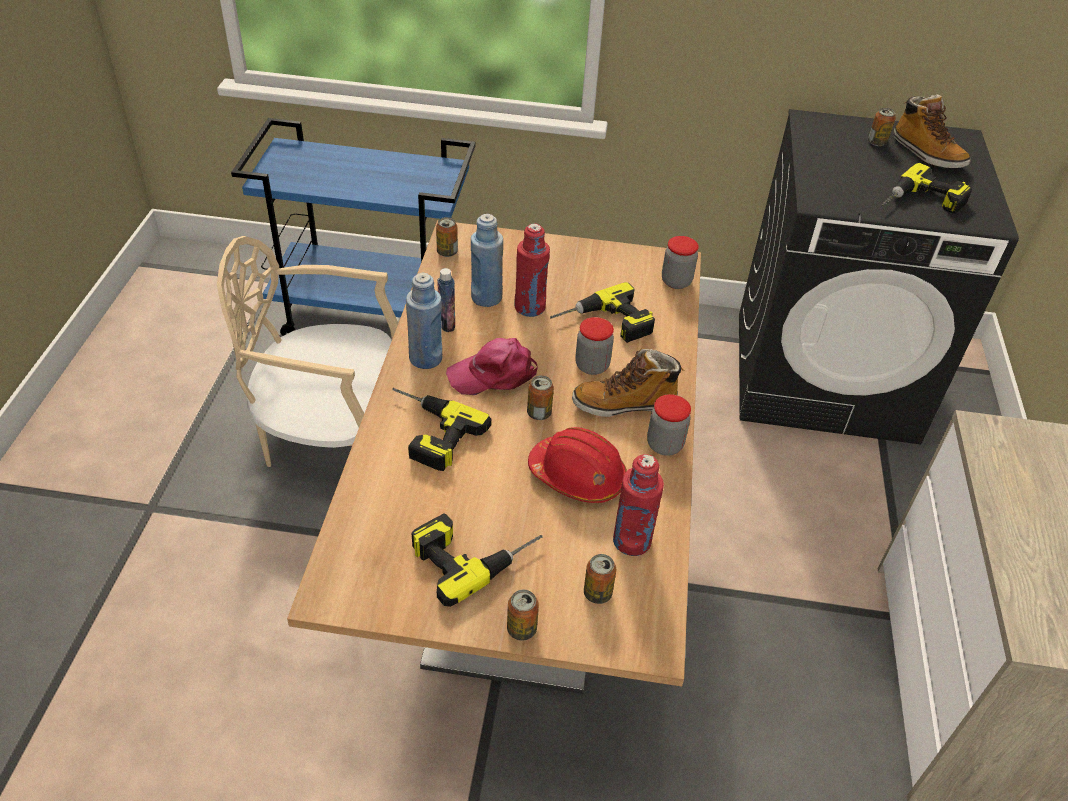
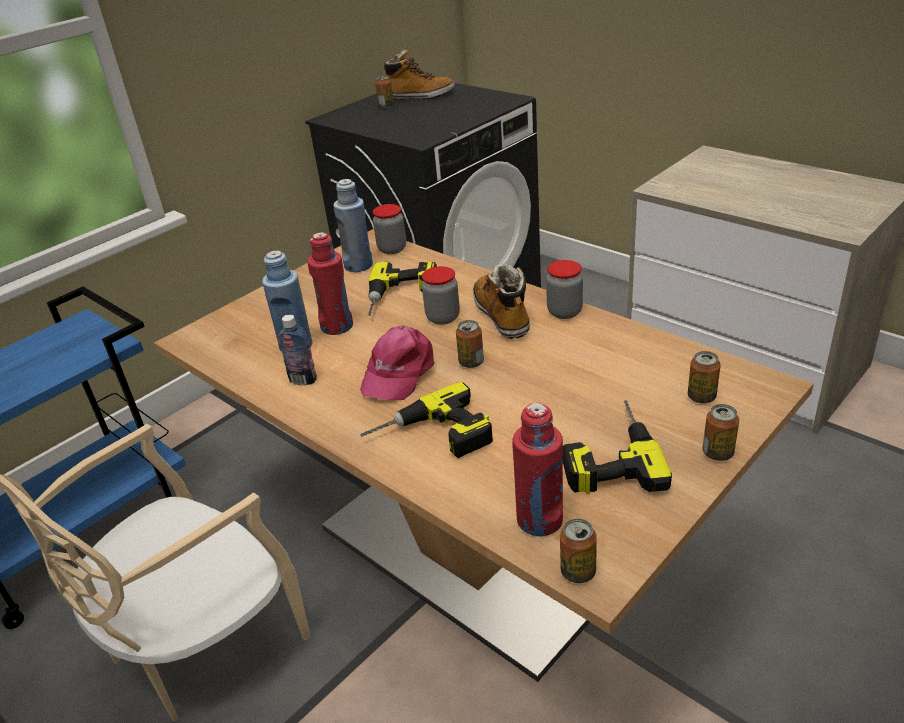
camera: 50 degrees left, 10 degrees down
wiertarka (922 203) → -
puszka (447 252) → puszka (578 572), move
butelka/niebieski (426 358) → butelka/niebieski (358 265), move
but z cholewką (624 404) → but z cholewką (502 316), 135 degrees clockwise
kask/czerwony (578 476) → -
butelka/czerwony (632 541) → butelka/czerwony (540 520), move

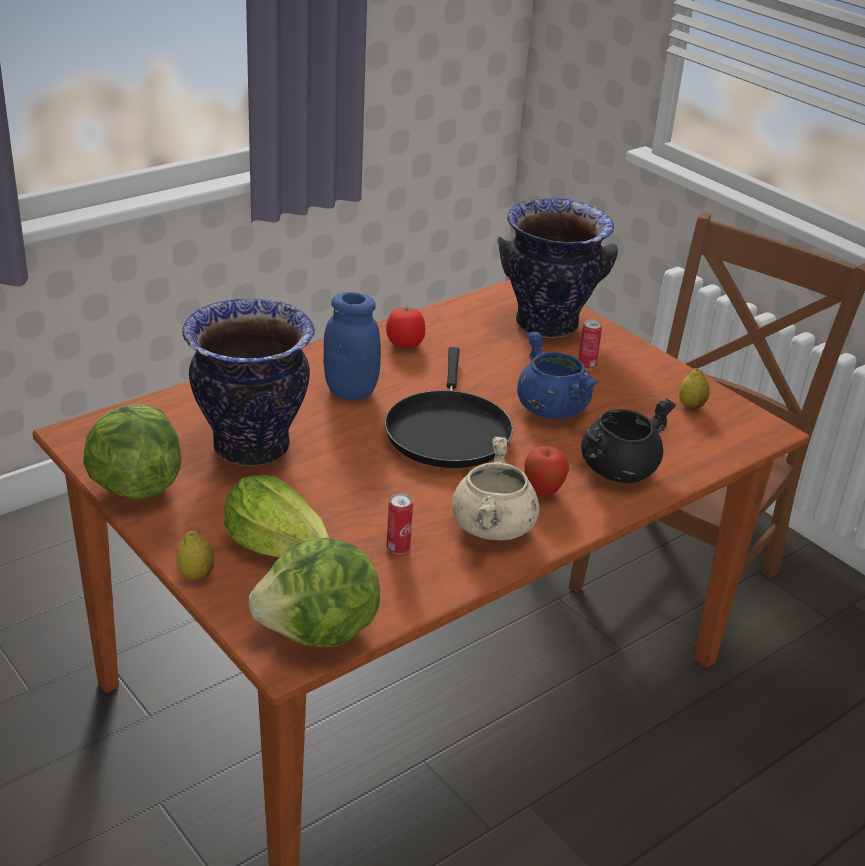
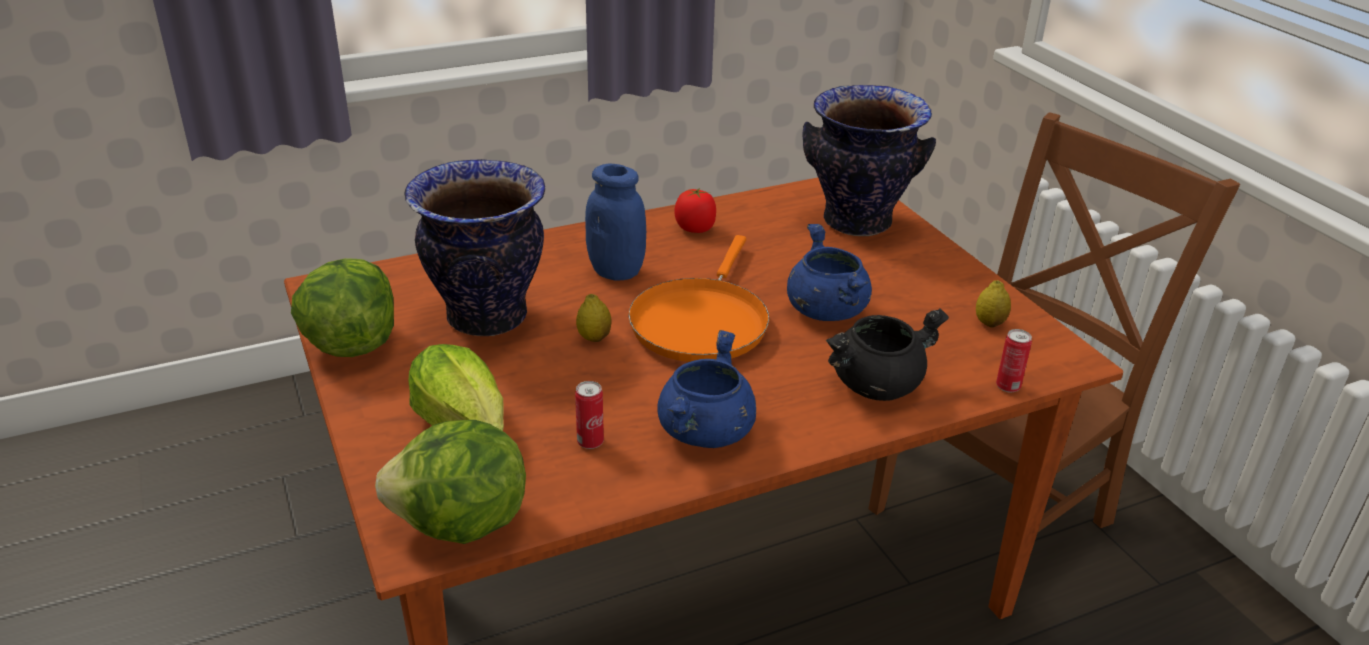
camera: 15 degrees right, 0 degrees up
puszka (586 366) → puszka (1008 387), move
patelnia/czarny (447 431) → patelnia/pomarańczowy (701 322)
garnek/beżowy (493 528) → garnek/niebieski (706 433)
jabłko (543 492) → -
cytryna (196 575) → cytryna (594 338), move

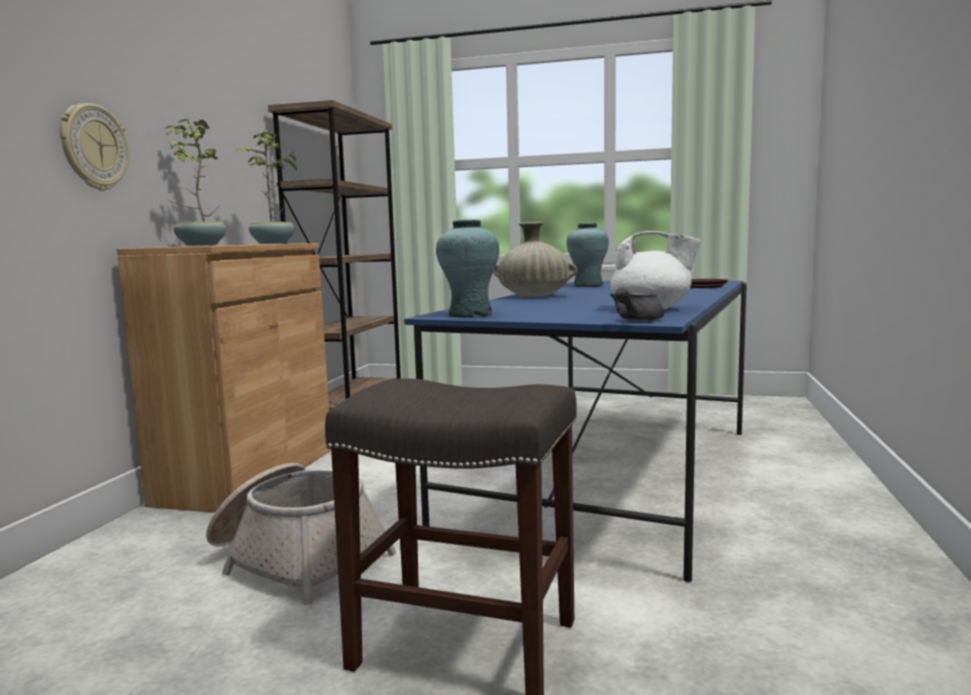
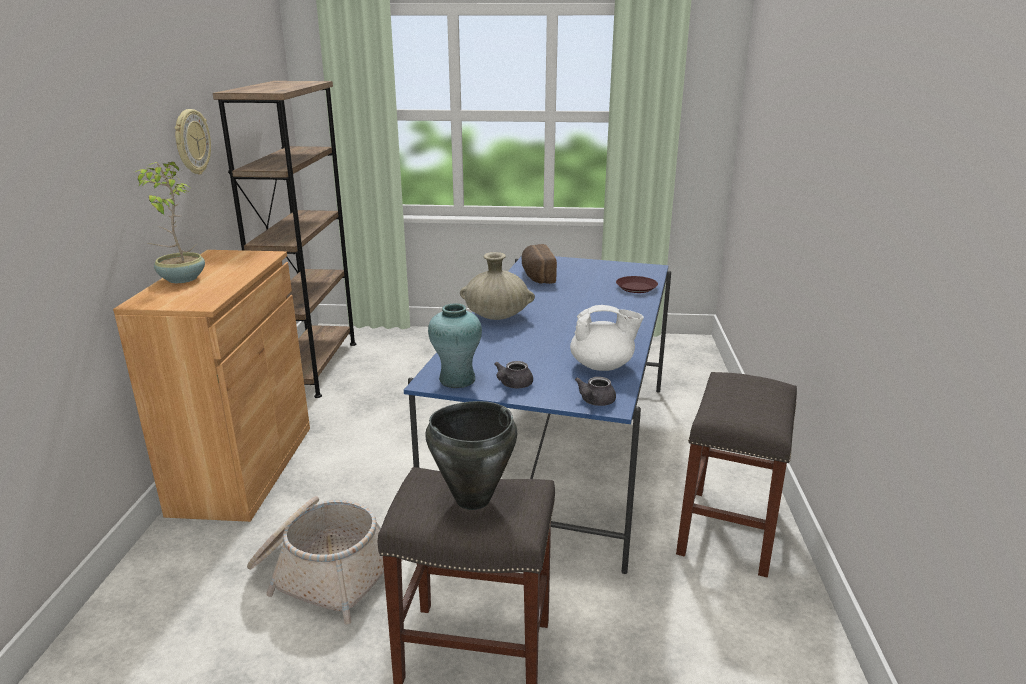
camera: 10 degrees left, 15 degrees up
zegar ścienny (93 147) → zegar ścienny (191 142), move
roślina doniczkowa (272 243) → -
wazon/turkusowy (588 285) → chleb (536 276)
- → imbryk/szary (512 385)
- → stołek/szary (728 532)
- → garnek/czarny (472 499)

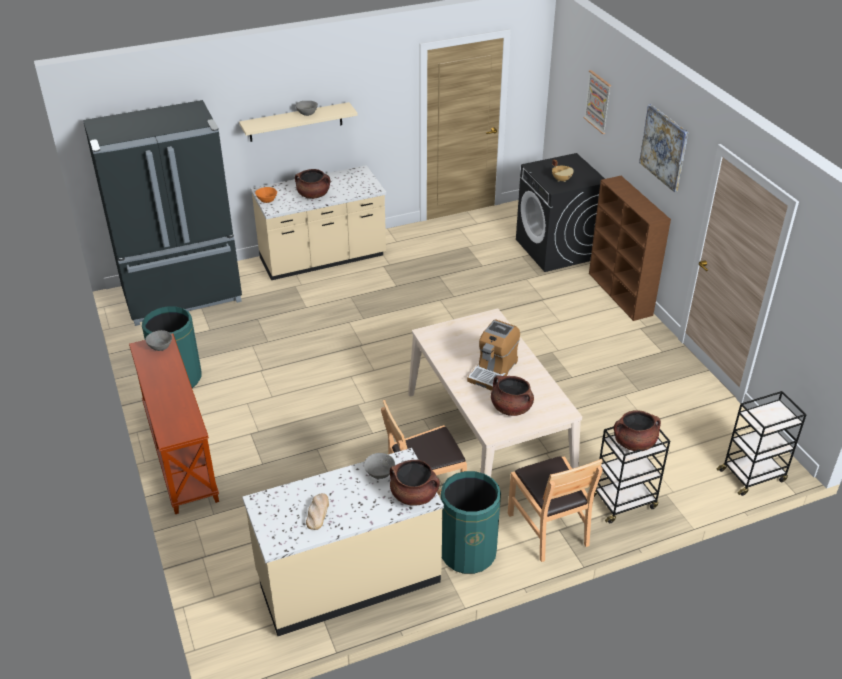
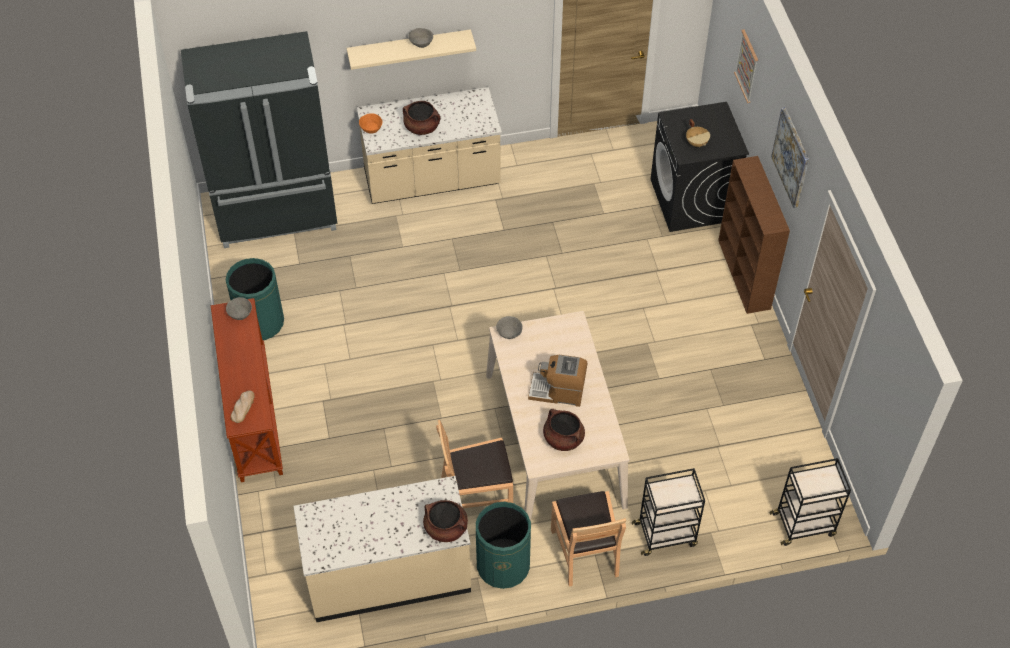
camera: 10 degrees right, 15 degrees up
ekspres do kawy (493 370) → ekspres do kawy (557 391), 60 degrees clockwise
garnek/brązowy (634 443) → -
miska/szary (379 473) → miska/szary (509 333), move
chleb (317 512) → chleb (243 407), move

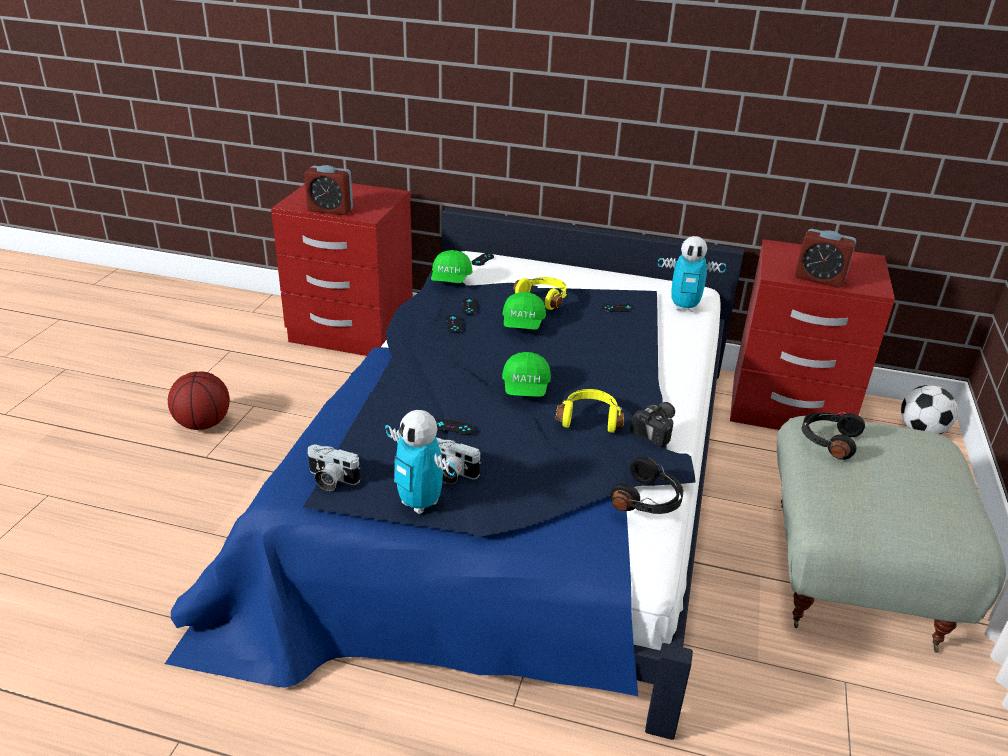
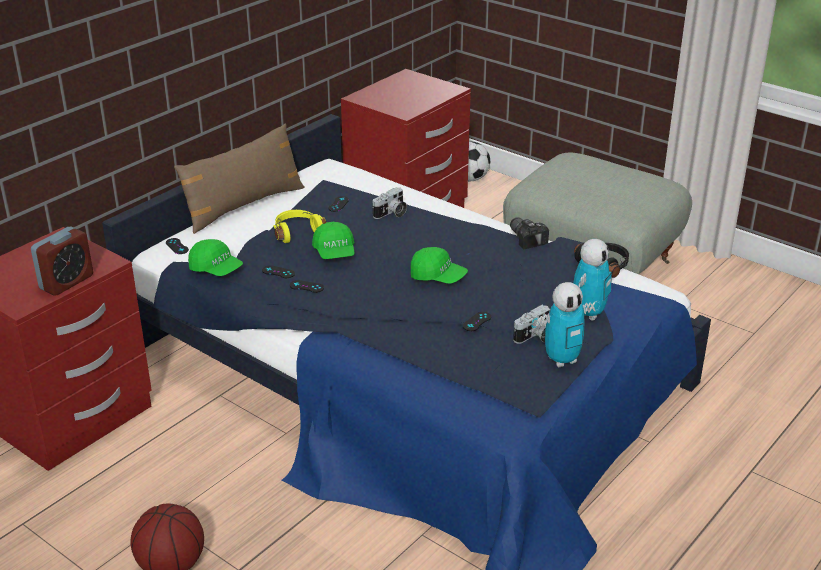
camera: 65 degrees left, 0 degrees up
budzik (819 279) → -
robot zabawkowy (684 307) → robot zabawkowy (588 313), move
czapka z daszkiem/zielony (523 324) → czapka z daszkiem/zielony (335 252), 45 degrees clockwise
słuchawki/żółty (590 418) → -
słuchawki/czarny (828 441) → -
aparat fotograficzny (330 480) → aparat fotograficzny (391 214), move
- → poduszka/brązowy (243 206)

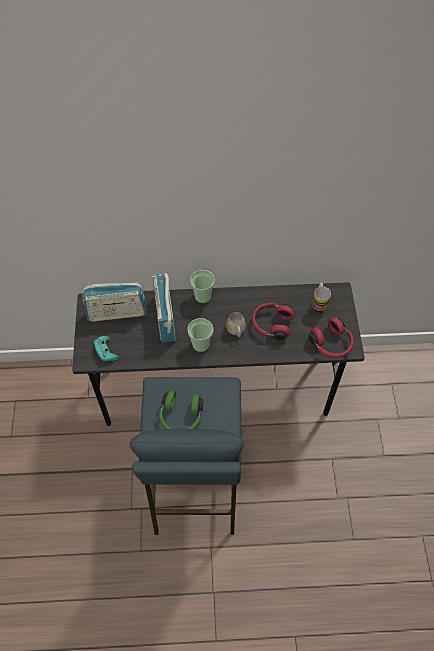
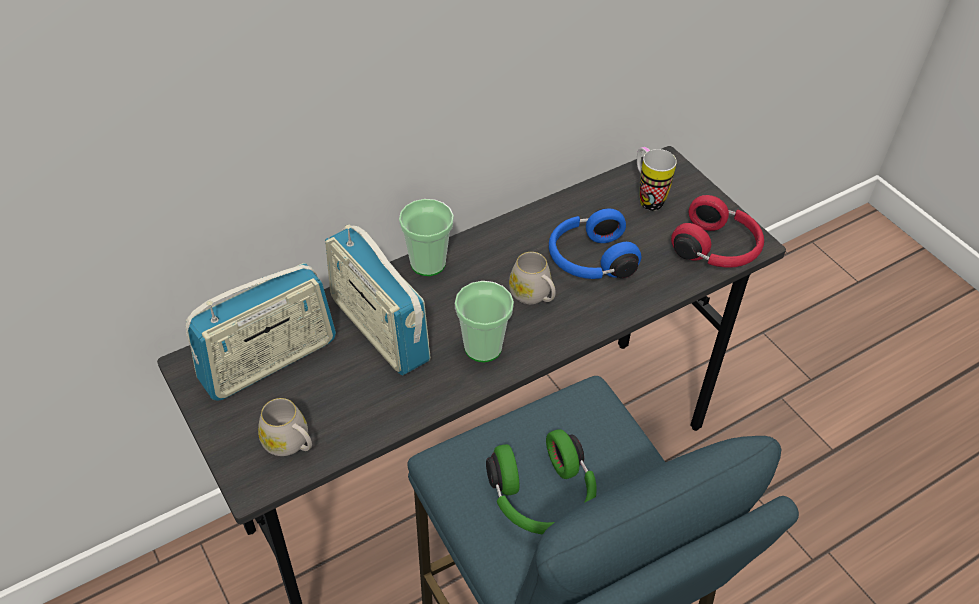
camera: 30 degrees left, 10 degrees down
słuchawki/czerwony (271 324) → słuchawki/niebieski (589 260)
pad do gier/turkusowy (106 351) → kubek/biały (290 444)

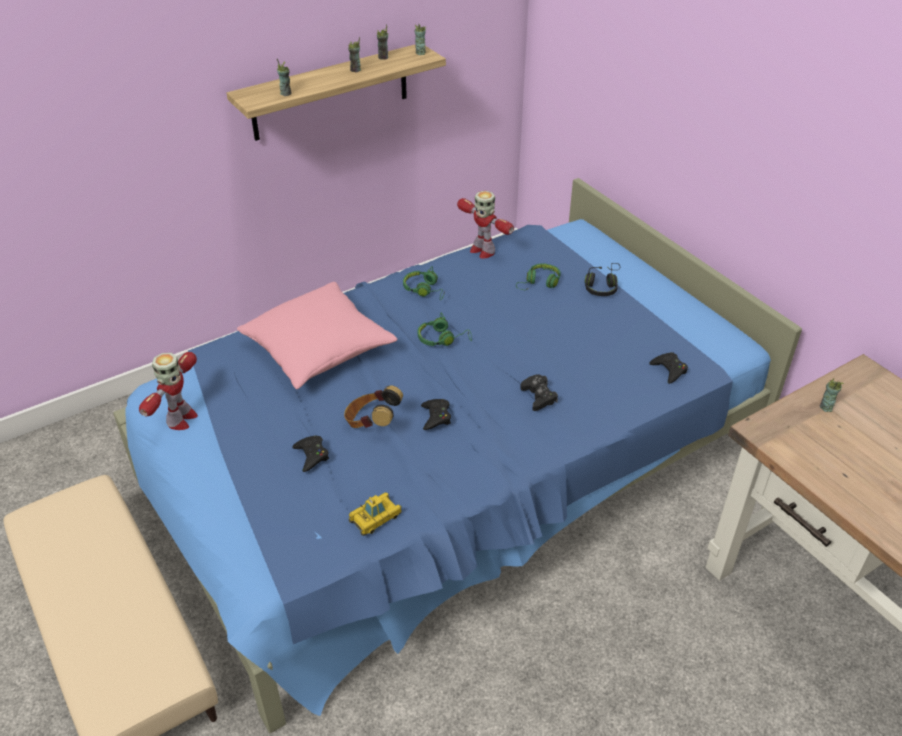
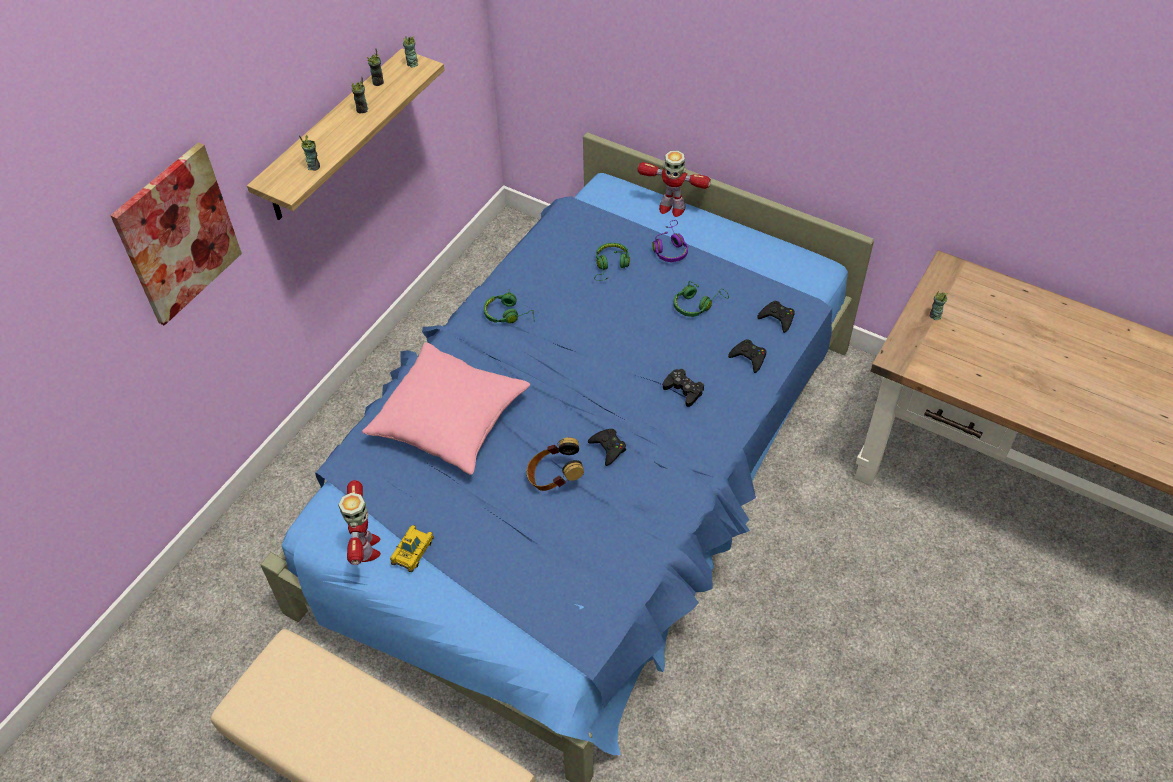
camera: 25 degrees left, 10 degrees up
robot zabawkowy (482 250) → robot zabawkowy (671 208), move
słuchawki/czarny (602 286) → słuchawki/fioletowy (670 248)
słuchawki/zielony (443 338) → słuchawki/zielony (697 304), move
pad do gier/czarny (311 455) → pad do gier/czarny (749 358), move
samochodzik (375 517) → samochodzik (412 551), move
- → obraz (177 234)

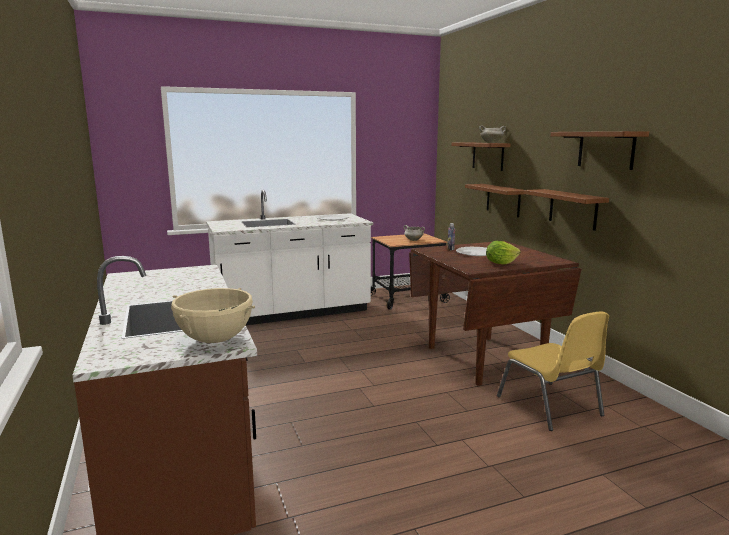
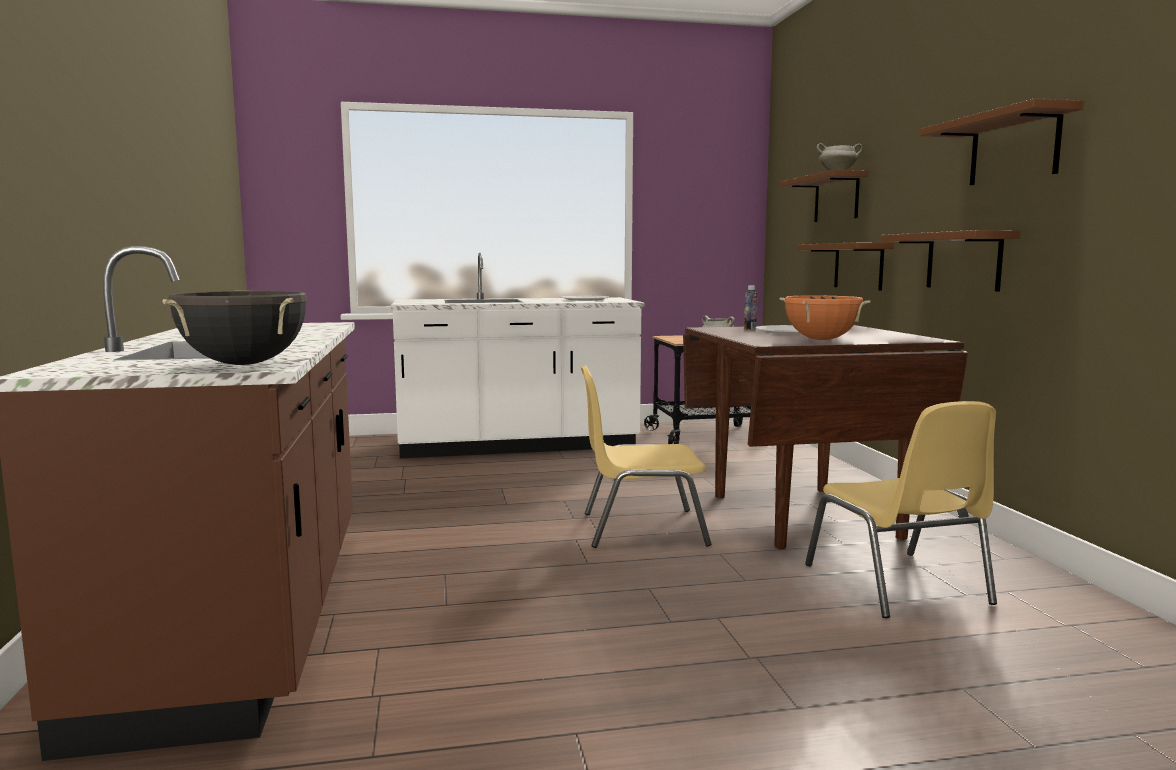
camera: 10 degrees right, 5 degrees down
sałata (500 263) → garnek/pomarańczowy (821 339)
garnek/beżowy (215 340) → garnek/czarny (244 364)
- → krzesło/żółty (641 528)

